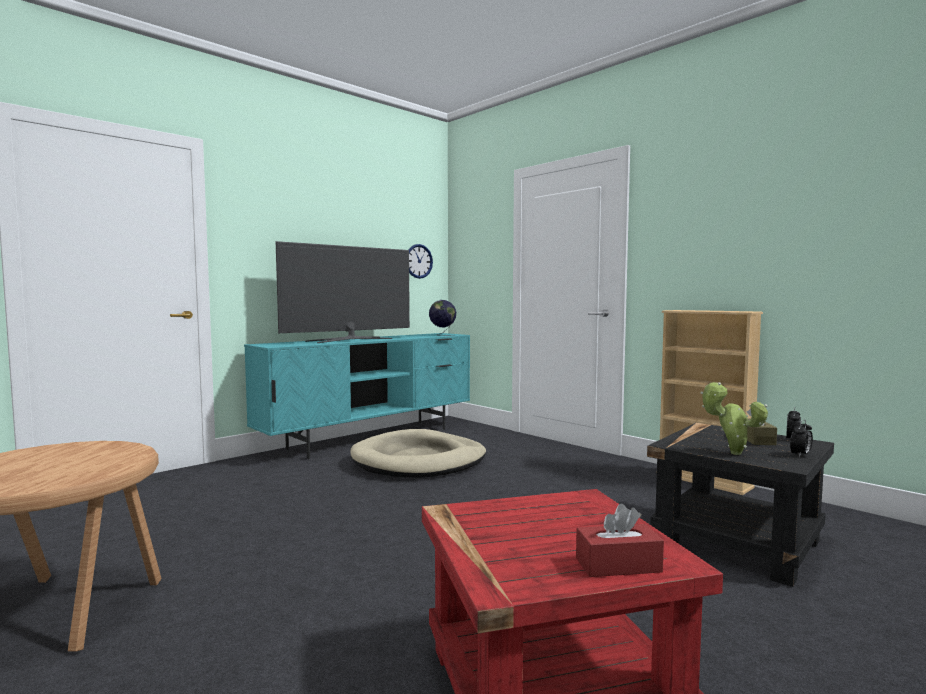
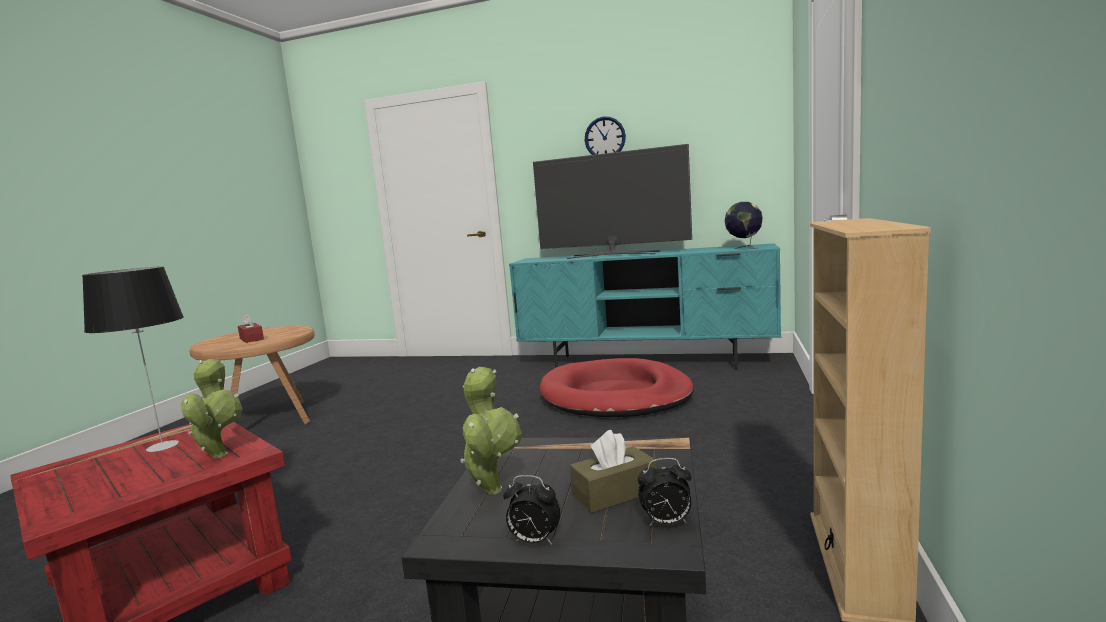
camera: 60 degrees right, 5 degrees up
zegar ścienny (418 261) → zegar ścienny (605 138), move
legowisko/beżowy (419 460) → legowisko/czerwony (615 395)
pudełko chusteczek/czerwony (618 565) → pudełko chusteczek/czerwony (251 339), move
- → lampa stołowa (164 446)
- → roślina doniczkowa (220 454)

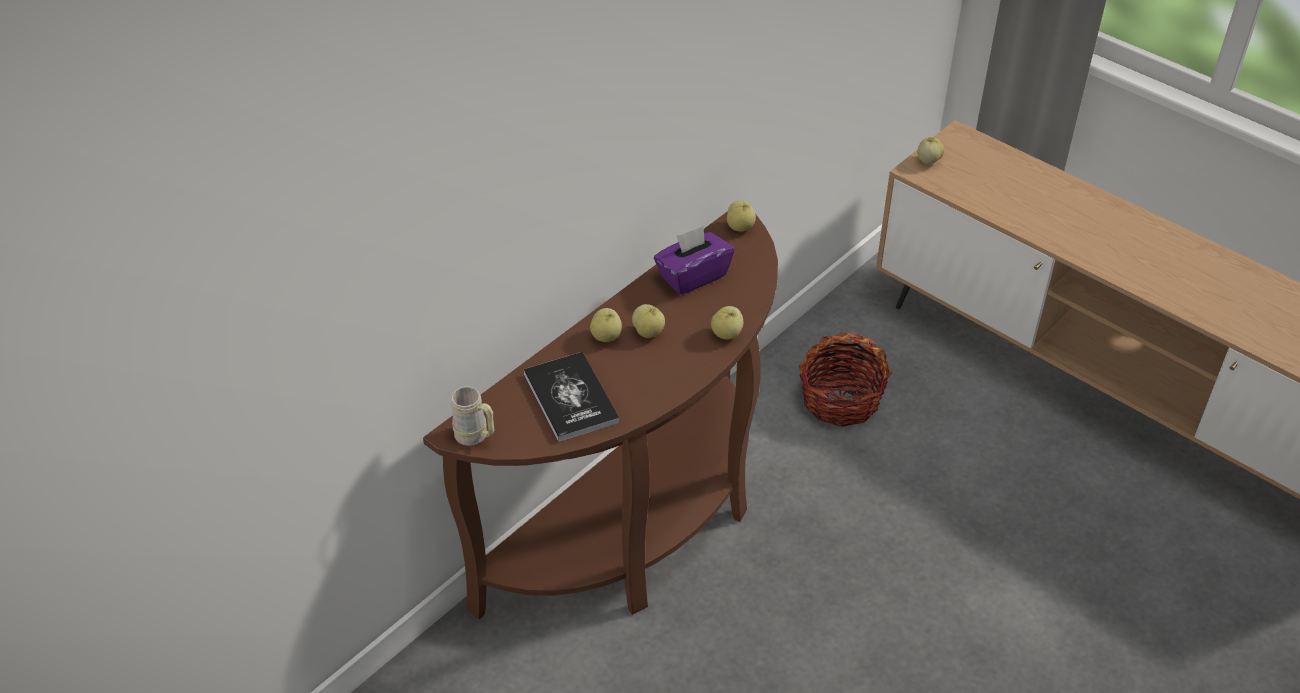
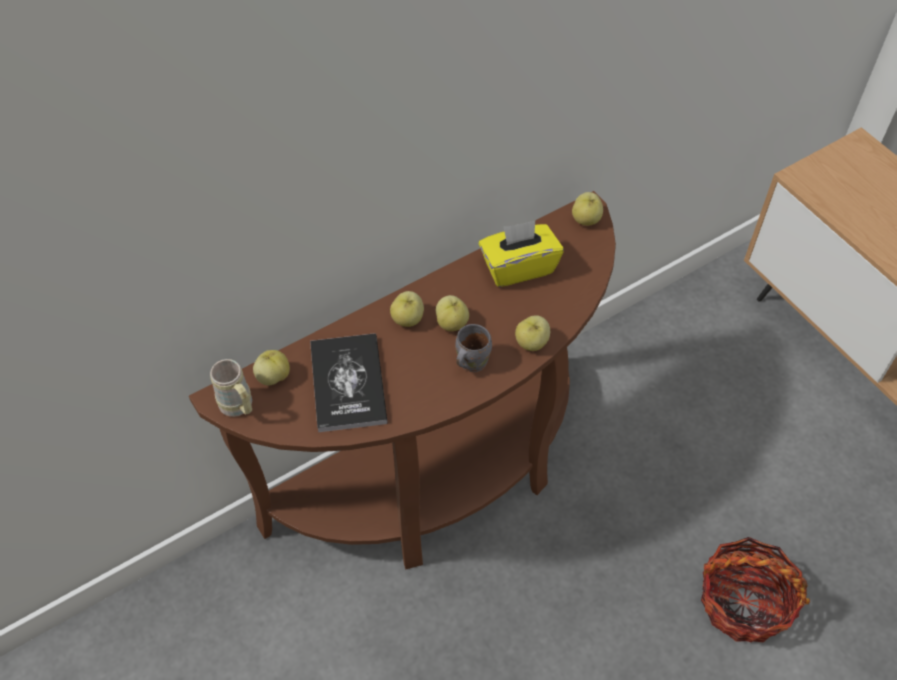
camera: 15 degrees right, 10 degrees up
jabłko (928 160) → jabłko (273 376), move
pudełko chusteczek/fioletowy (692 276) → pudełko chusteczek/żółty (518 267)
koszyk (840 400) → koszyk (743 602), move
- → kubek/szary (470 361)

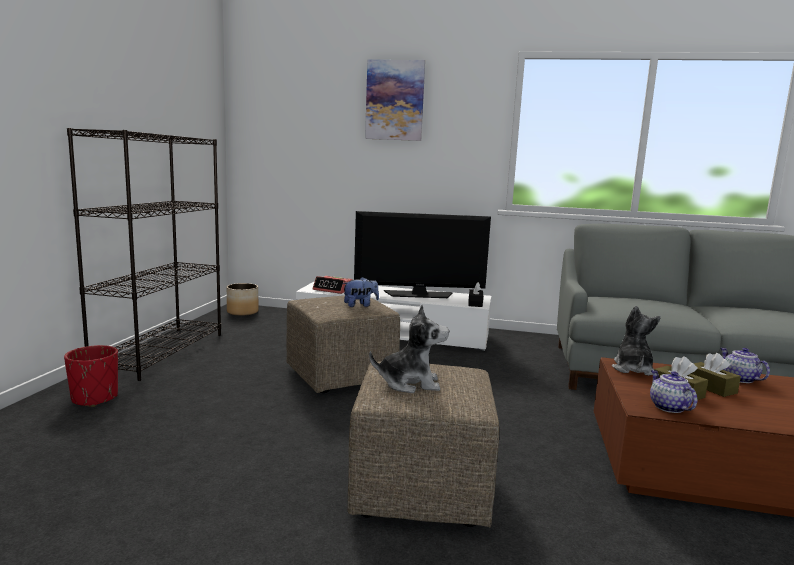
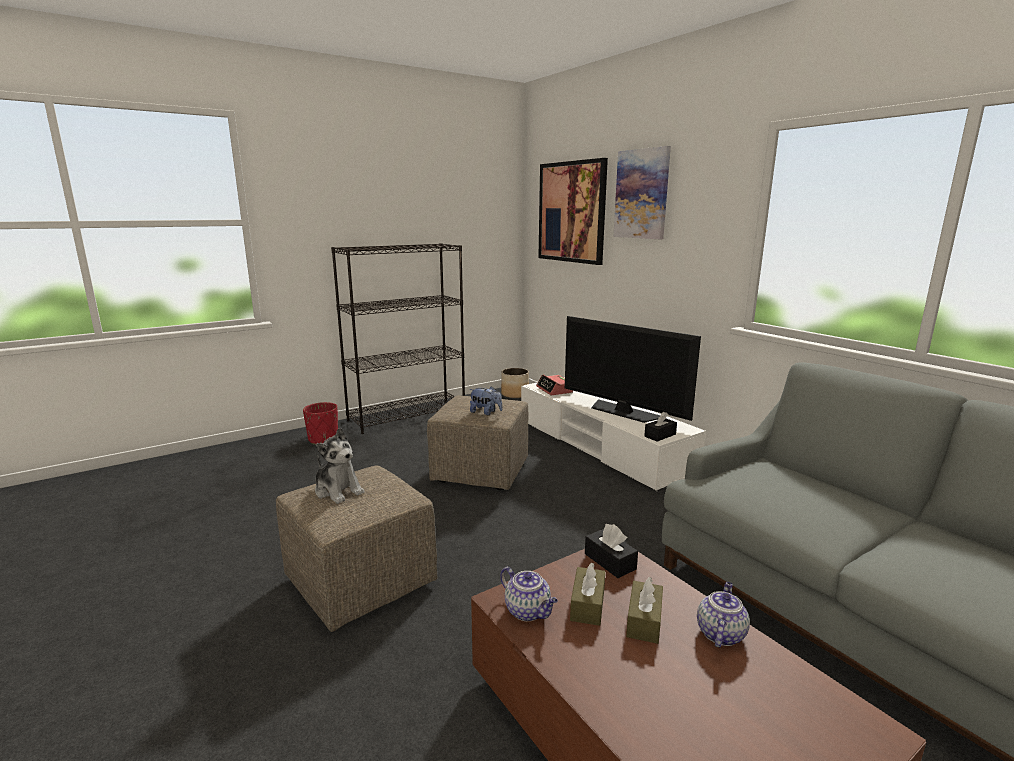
camera: 45 degrees right, 5 degrees up
pluszak (632 369) → pudełko chusteczek/czarny (610 561)
imbryk (668 407) → imbryk (528 611), 105 degrees clockwise
- → obraz (571 212)

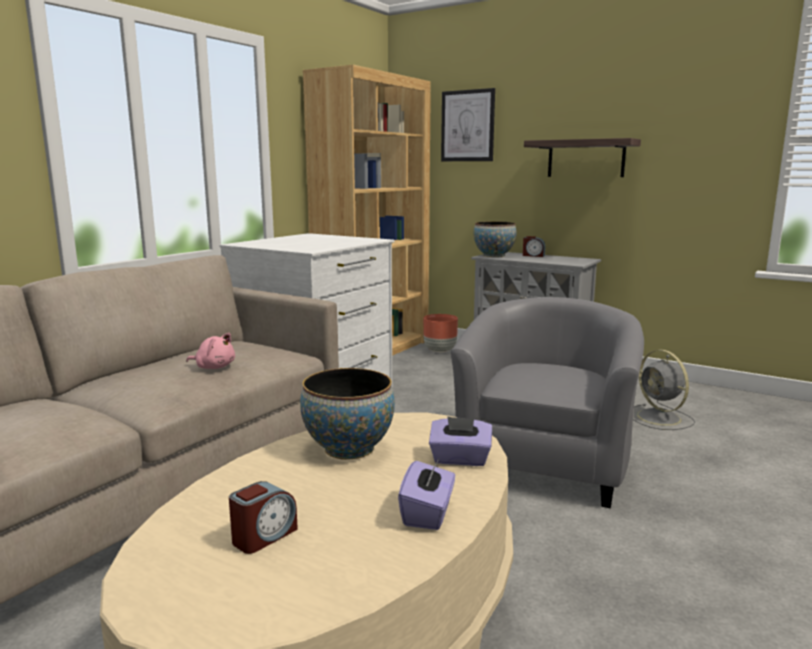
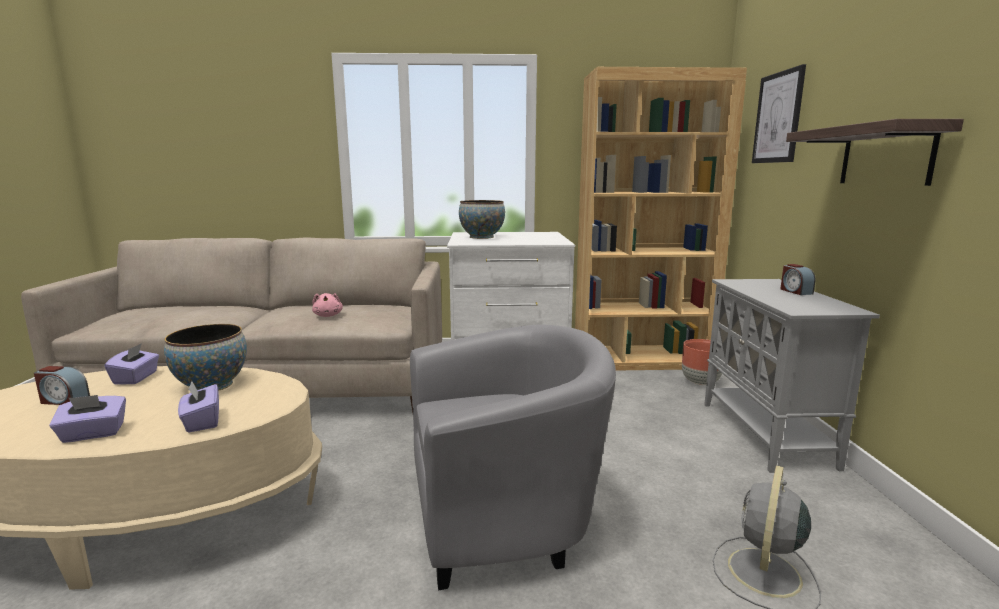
camera: 55 degrees right, 0 degrees up
miska (494 255) → miska (481 237), move
- → pudełko chusteczek/fioletowy (136 378)

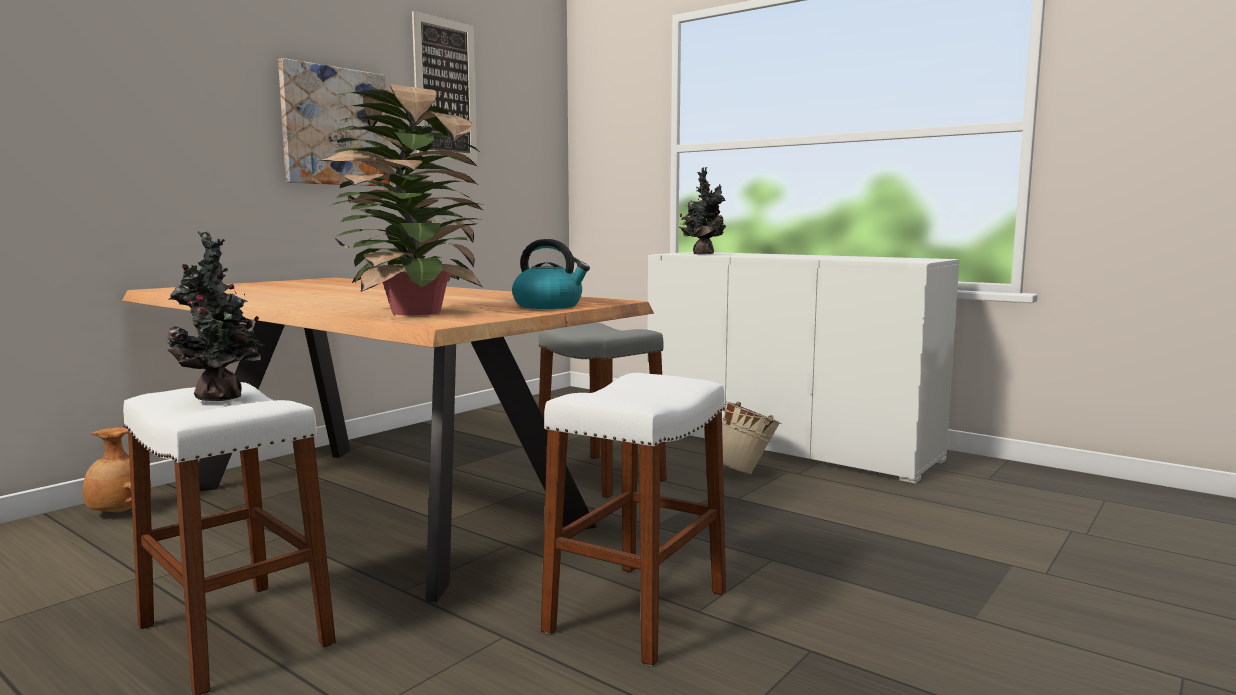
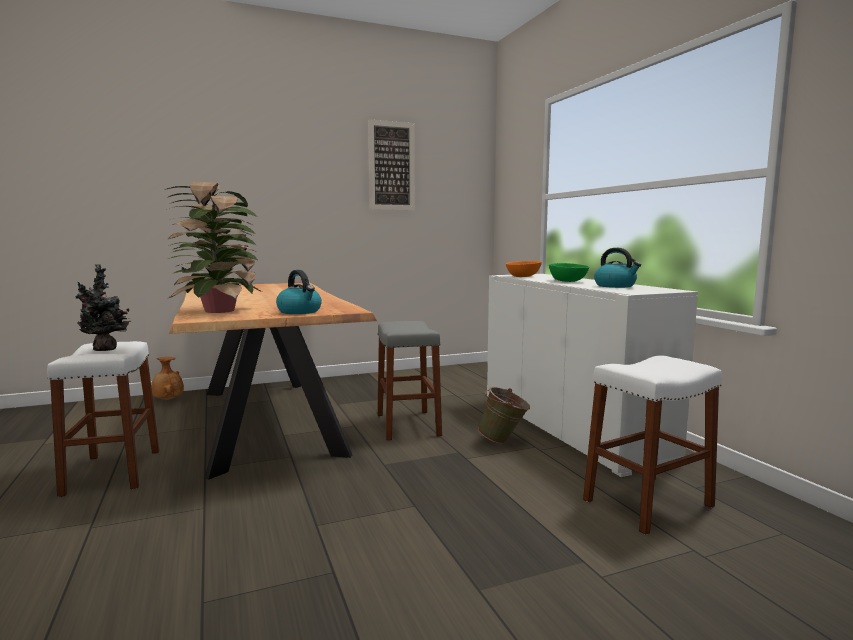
camera: 30 degrees right, 0 degrees up
obraz (334 127) → -
roślina doniczkowa (703 254) → miska/pomarańczowy (523 276)
stołek/biały (638 611) → stołek/biały (648 503), move
wiadro/beżowy (746 472) → wiadro/zielony (504 441)
- → czajnik (615 286)
- → miska/zielony (567 281)

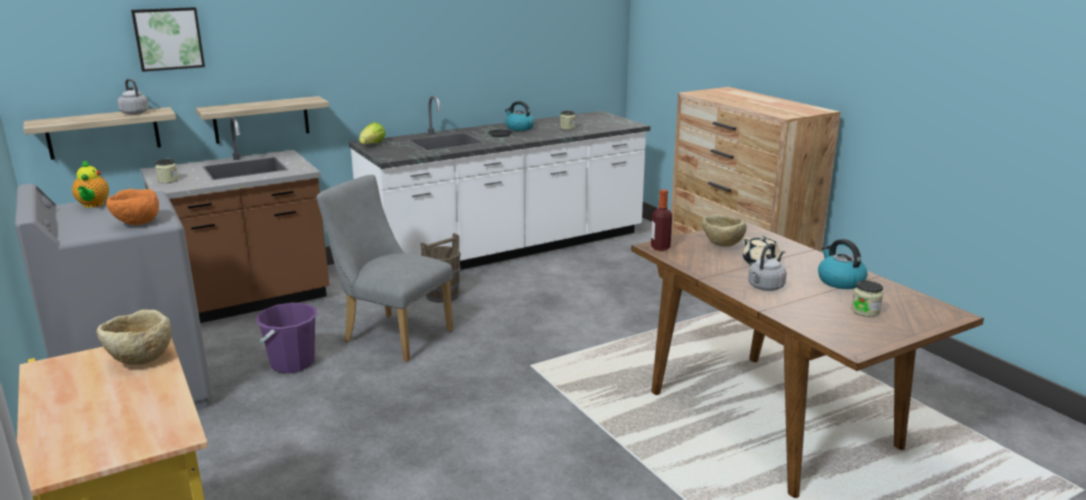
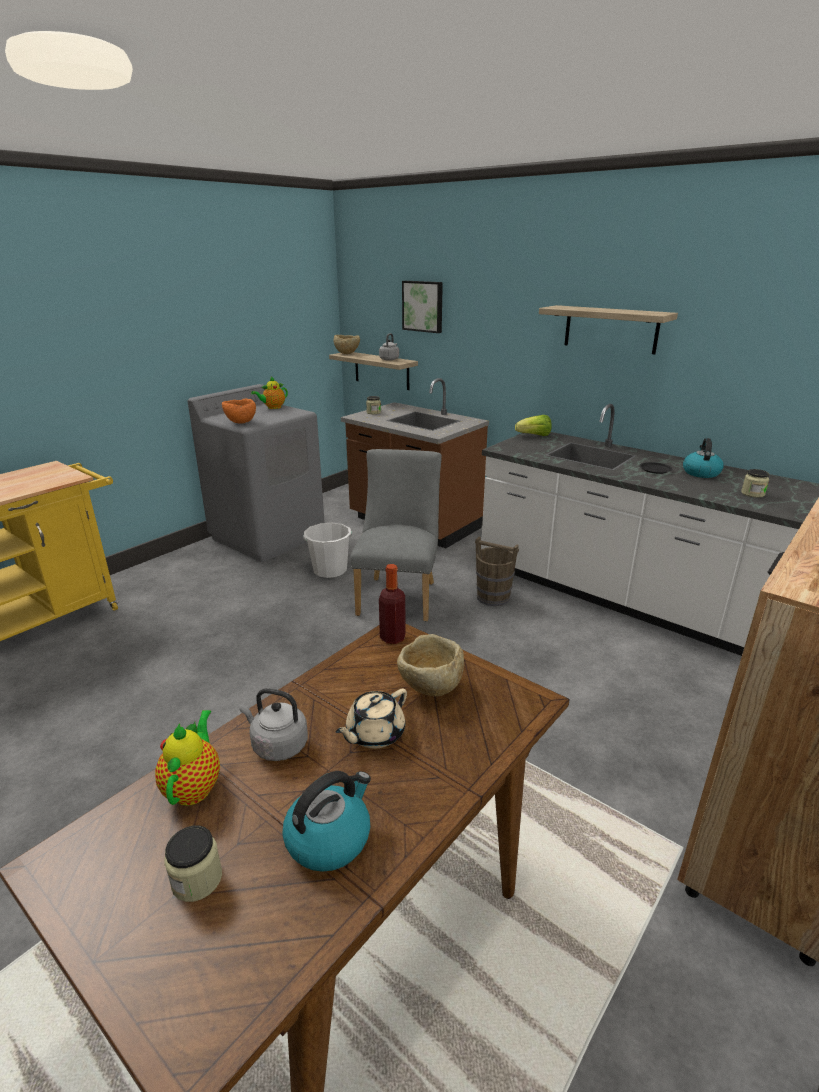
camera: 70 degrees right, 5 degrees up
półka (261 119) → półka (610 329), move
wiadro/fioletowy (292 363) → wiadro/biały (330 570)
miska/beżowy (140 359) → miska/beżowy (347 353), move
- → imbryk (194 786)

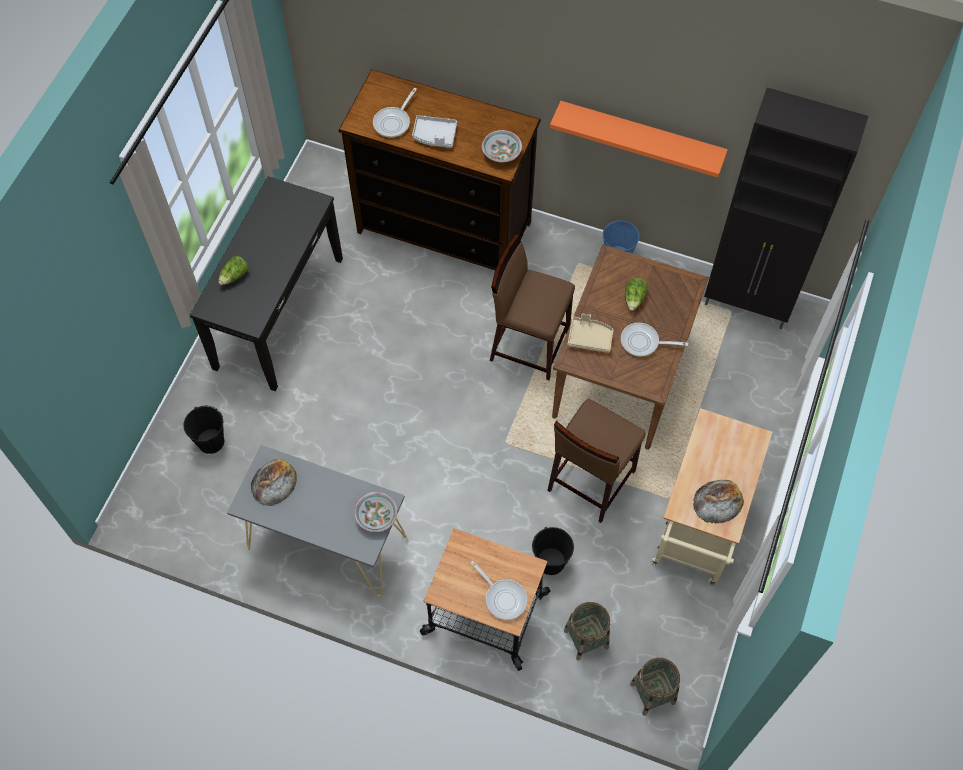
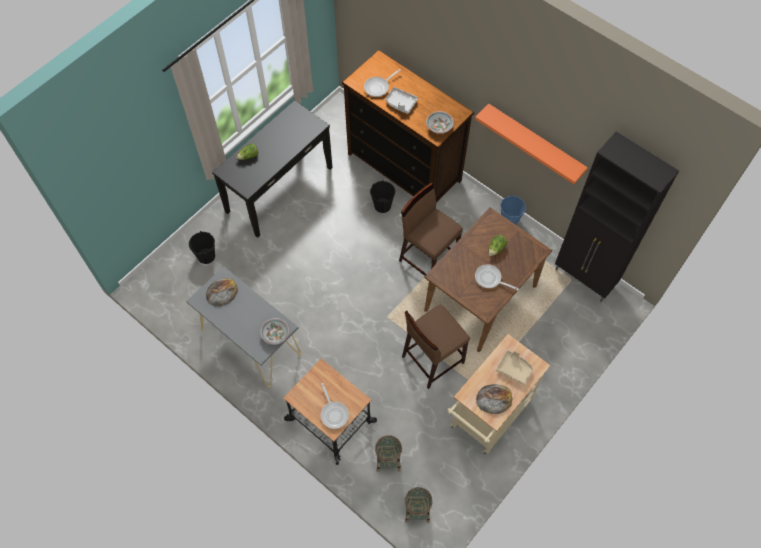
camera: 20 degrees right, 0 degrees up
taca/beżowy (590 338) → taca/beżowy (514 369), move
wiadro/czarny (551 561) → wiadro/czarny (382 205), move

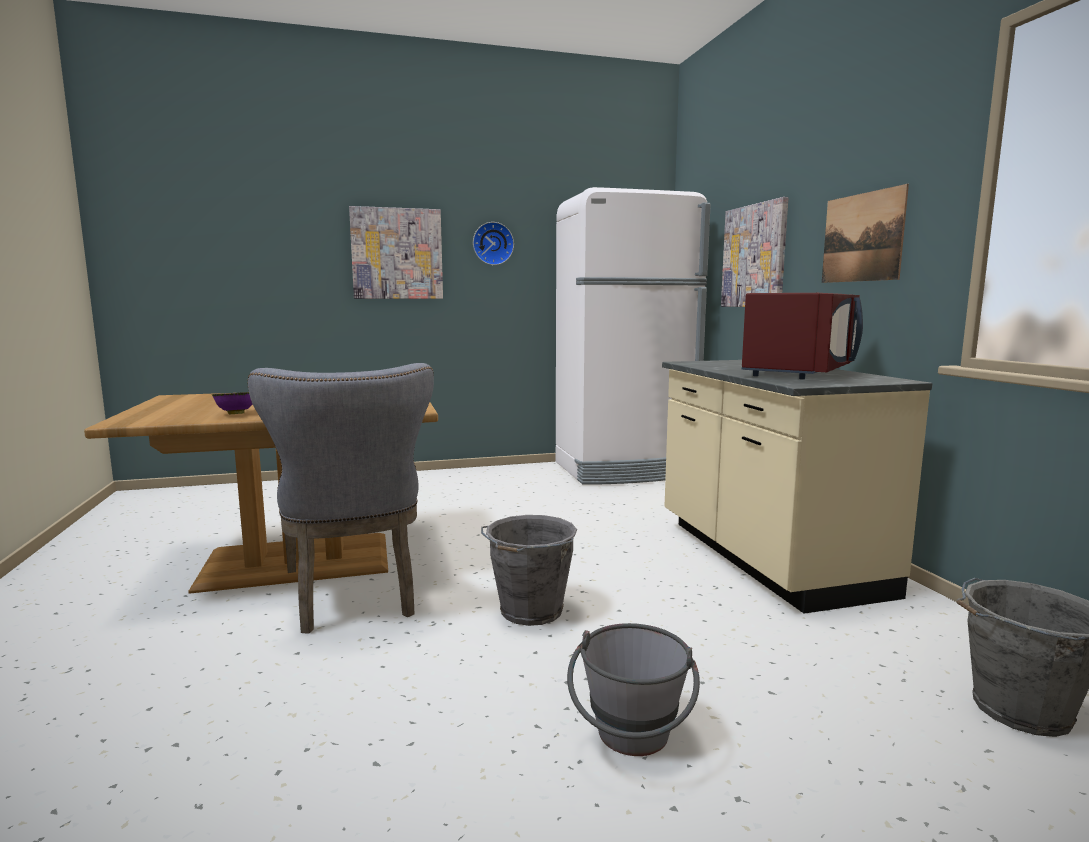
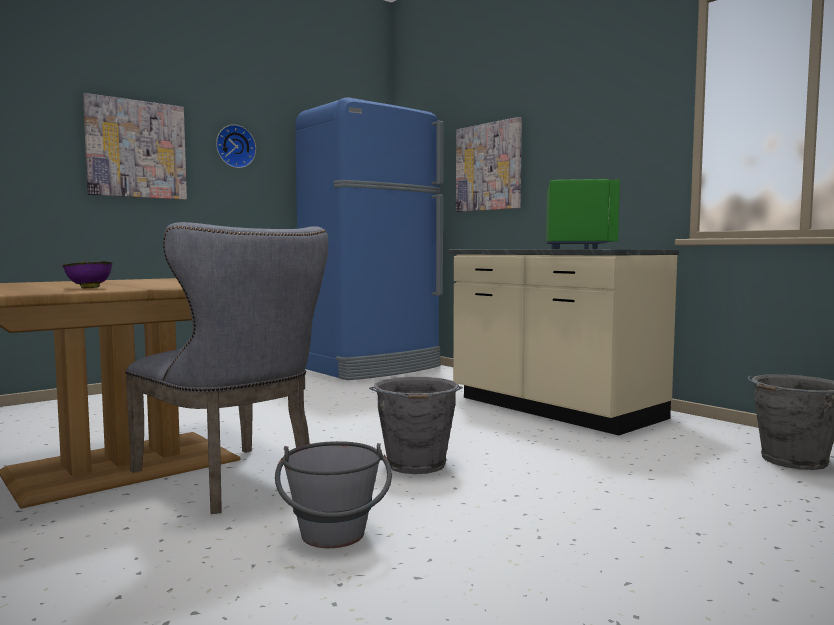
camera: 25 degrees left, 5 degrees down
obraz (862 237) → -
lodówka/biały (626 470) → lodówka/niebieski (372 368)
mikrofalówka/czerwony (799 372) → mikrofalówka/zielony (577 248)
wiadro/szary (631 743) → wiadro/szary (334 540), move

